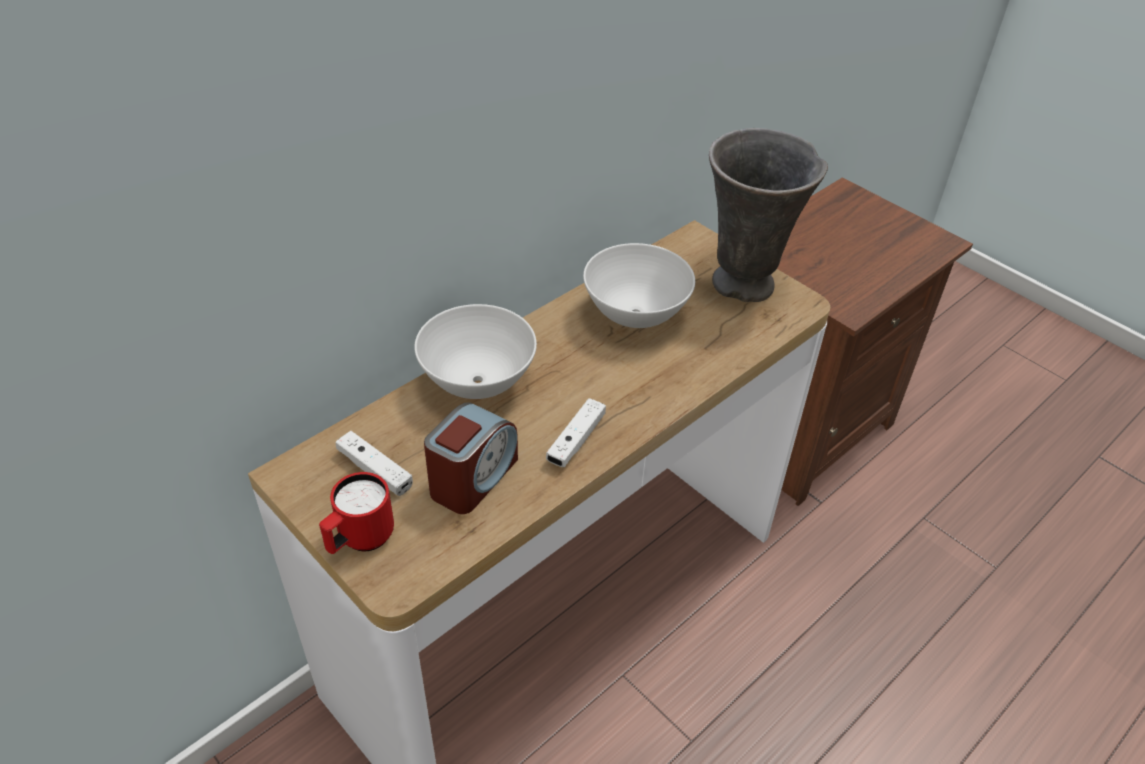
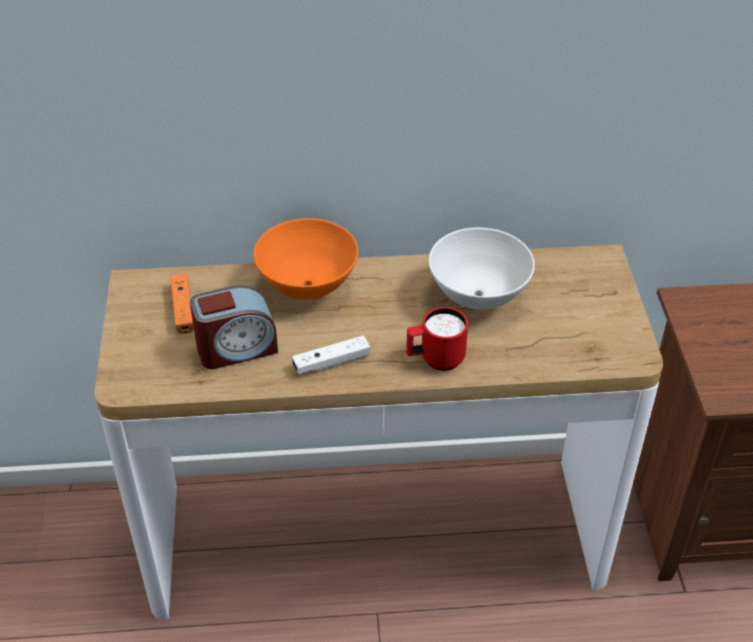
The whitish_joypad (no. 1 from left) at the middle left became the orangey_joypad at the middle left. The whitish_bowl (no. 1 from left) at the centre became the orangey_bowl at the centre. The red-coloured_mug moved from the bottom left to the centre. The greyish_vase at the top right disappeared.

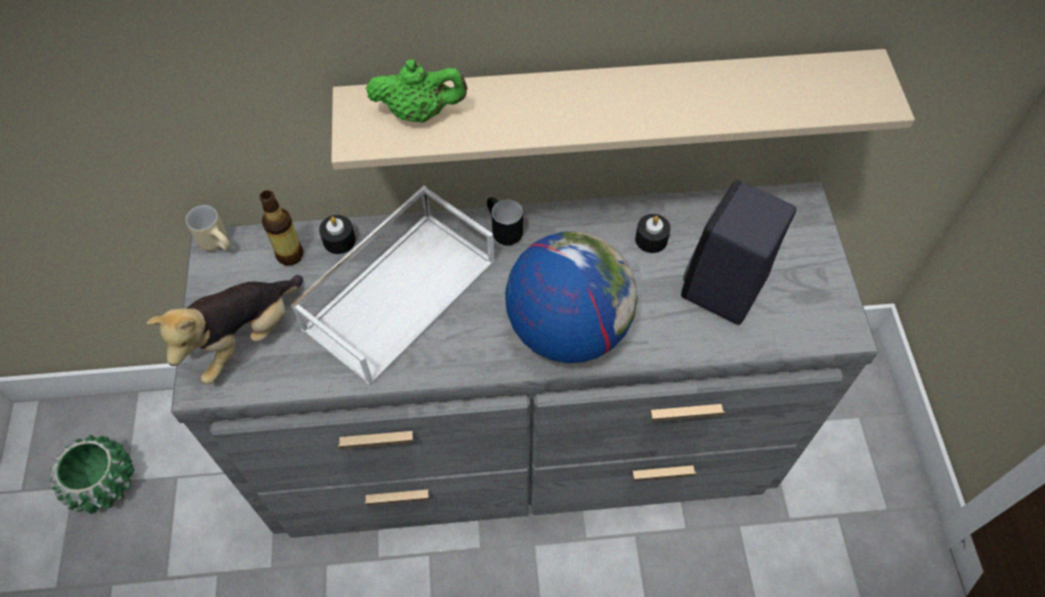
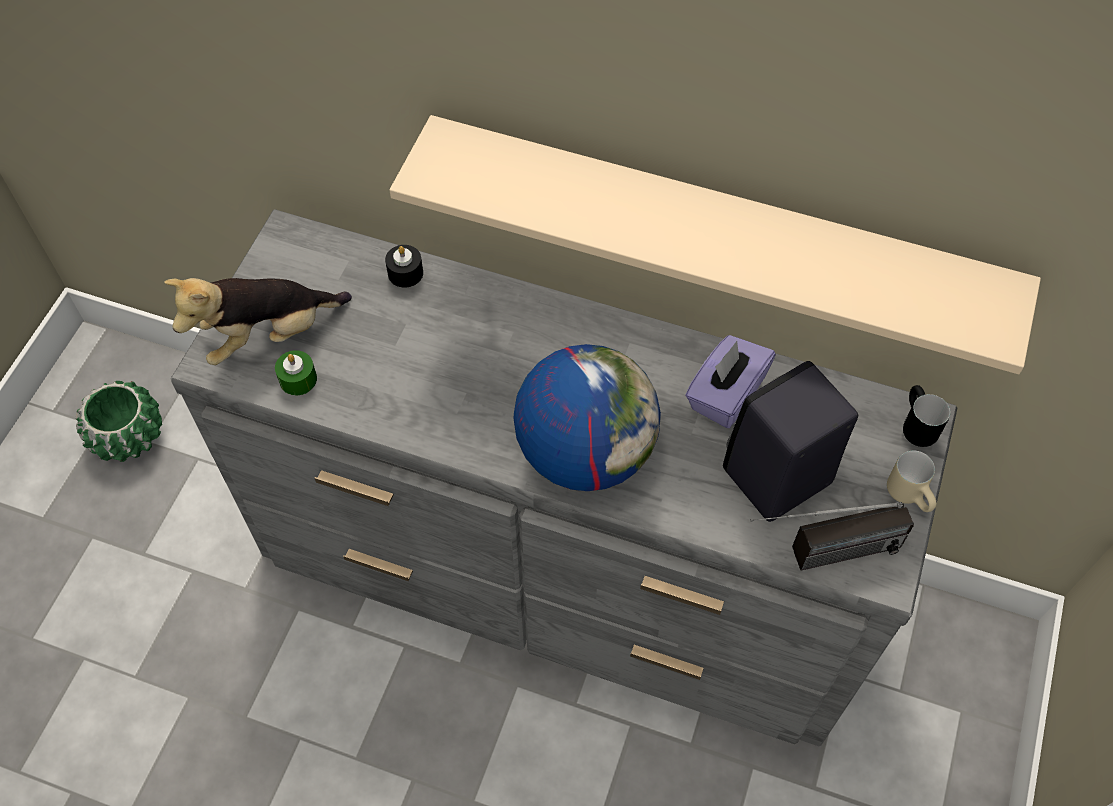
The green-coloured_candle at the middle left appeared. The blackish_candle (no. 2 from left) at the centre was replaced by the purple-coloured_box_of_tissues at the centre. The radio at the middle right appeared. The sand-coloured_mug moved from the middle left to the middle right. The blackish_mug moved from the centre to the middle right. The drink_bottle at the middle left disappeared. The whitish_carrying_tray at the centre disappeared. The green-coloured_pot_for_tea at the top centre disappeared.

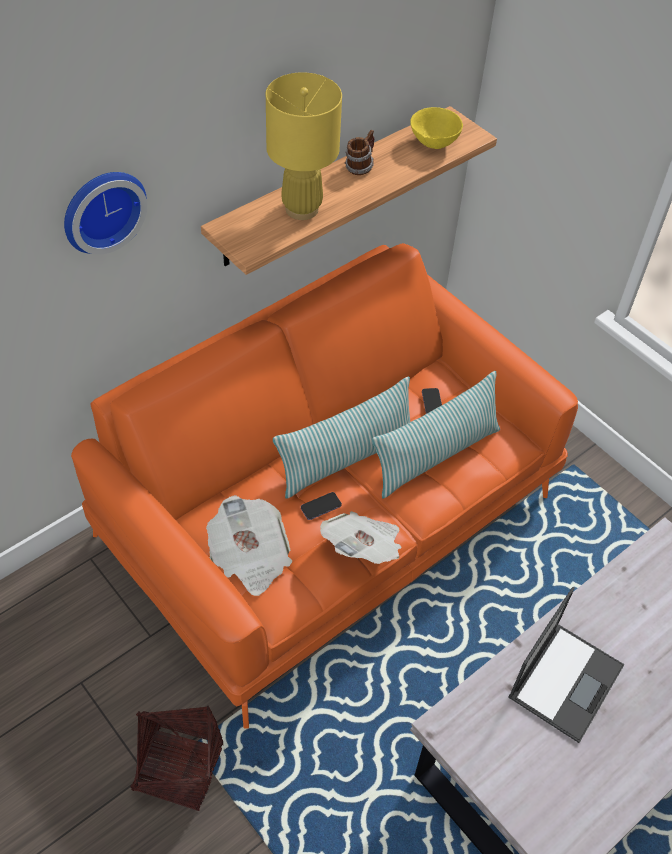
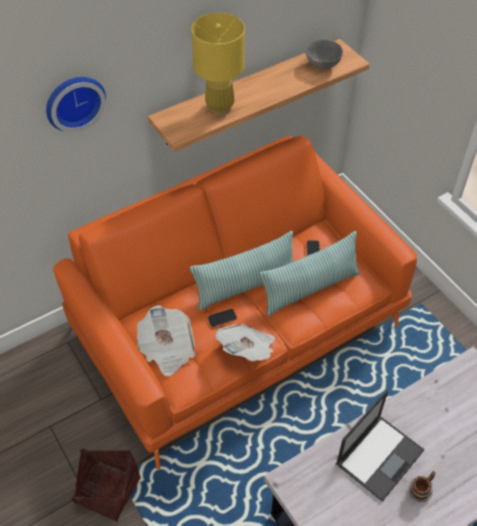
The yellow_bowl at the top centre became the greyish_bowl at the top right. The mug moved from the top centre to the bottom right.

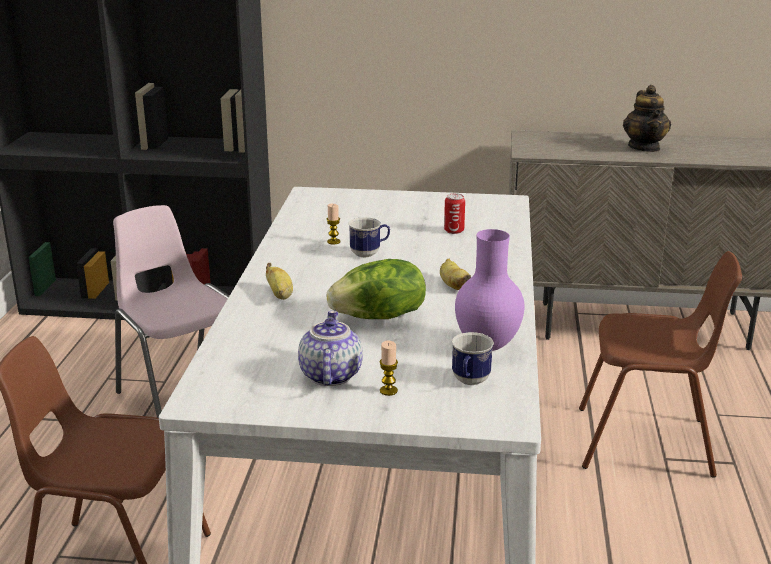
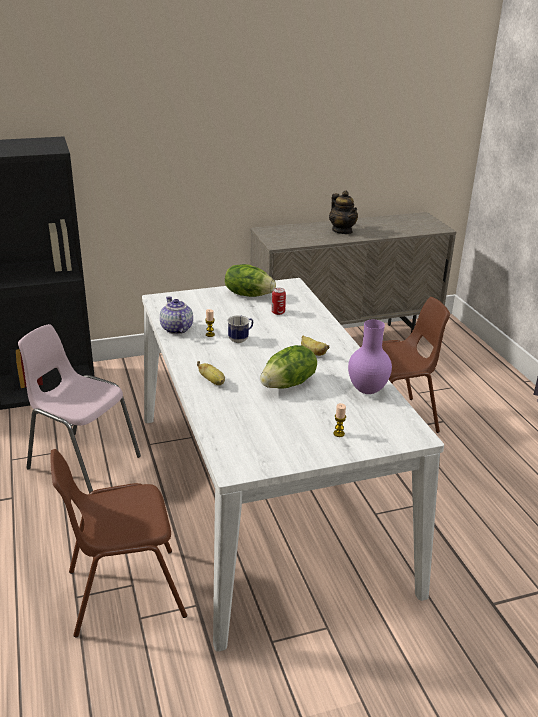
The pot_for_tea (no. 1 from left) moved from the centre to the middle left. The head_of_lettuce (no. 1 from left) at the centre appeared. The mug (no. 2 from left) at the centre disappeared.

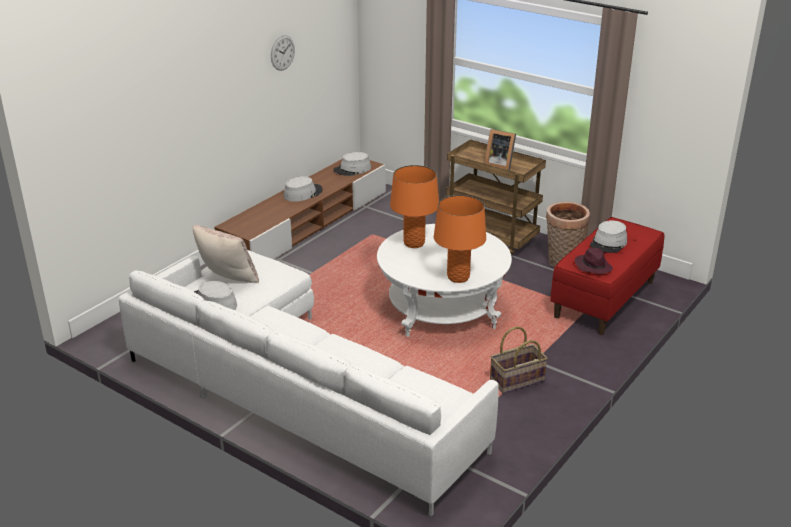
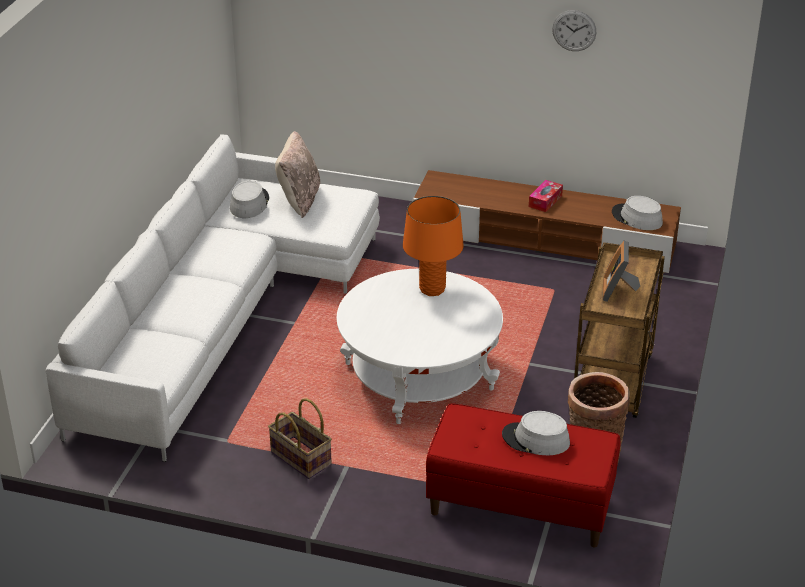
The greyish_wearable_hat (no. 2 from left) at the centre was replaced by the box_of_tissues at the middle right. The orangey_lamp_for_a_table (no. 2 from left) at the centre disappeared. The purple-coloured_wearable_hat at the middle right disappeared.

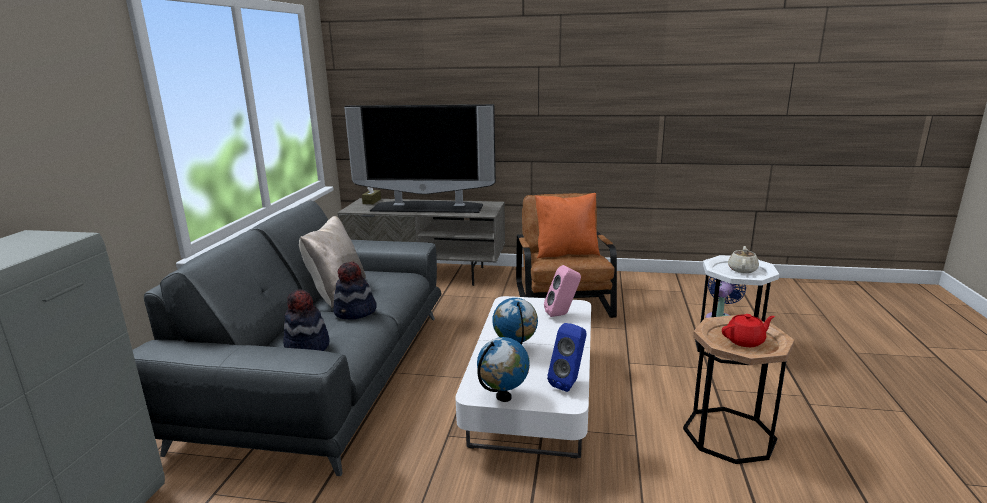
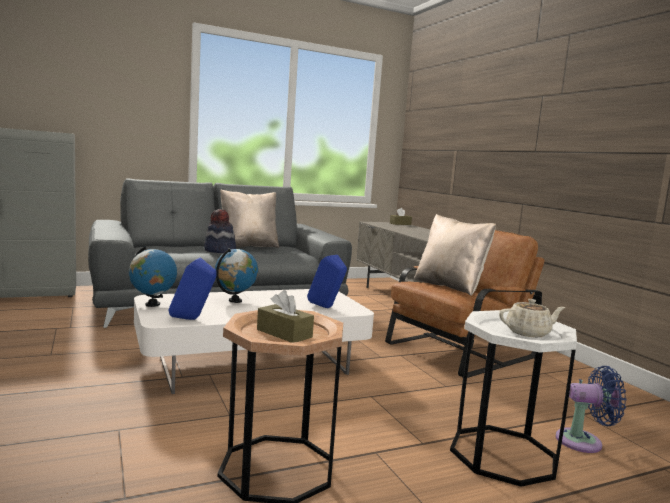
The red-coloured_pot_for_tea at the middle right was replaced by the brown_box_of_tissues (no. 1 from left) at the centre. The pinkish_speaker at the centre became the blue-coloured_speaker (no. 2 from left) at the centre. The orangey_throw_pillow at the centre became the sand-coloured_throw_pillow (no. 2 from left) at the middle right. The wearable_hat (no. 1 from left) at the middle left disappeared. The TV at the top centre disappeared.

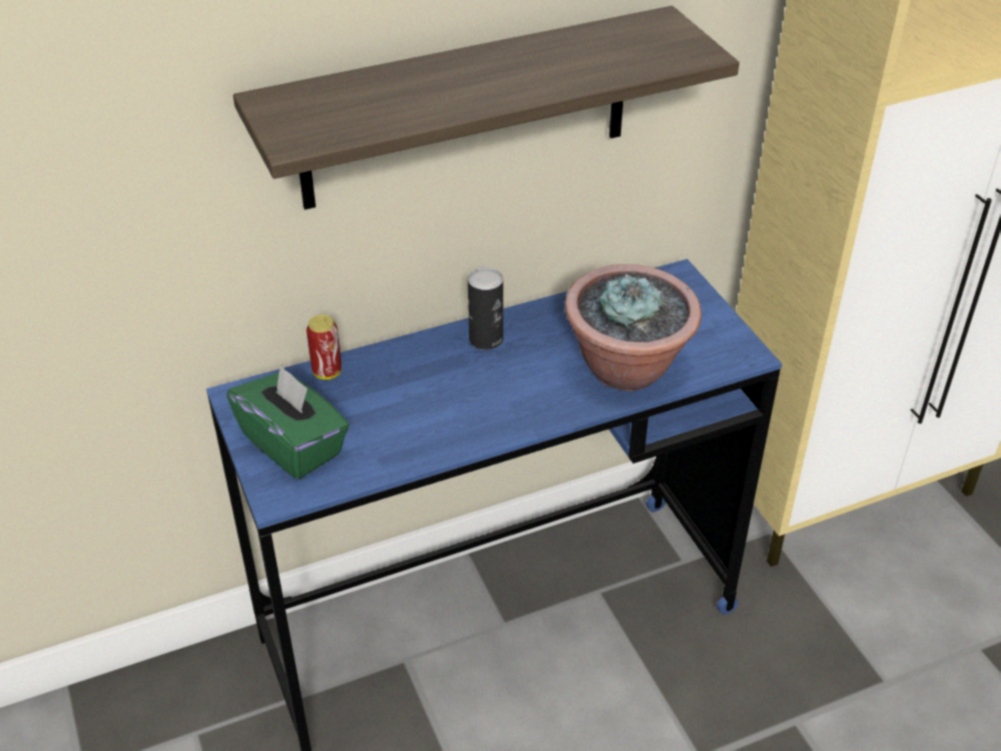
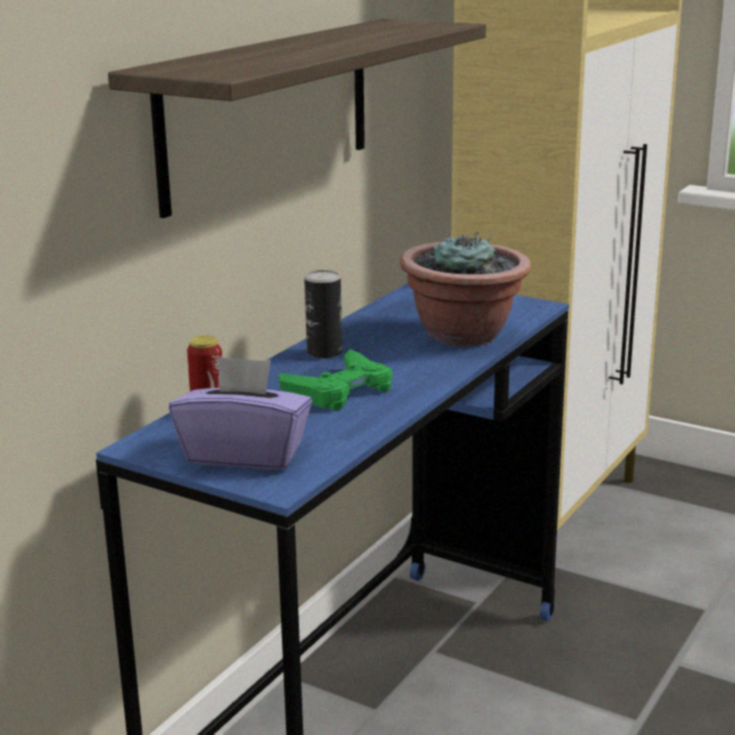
The green-coloured_box_of_tissues at the middle left became the purple-coloured_box_of_tissues at the middle left. The green-coloured_joypad at the centre appeared.

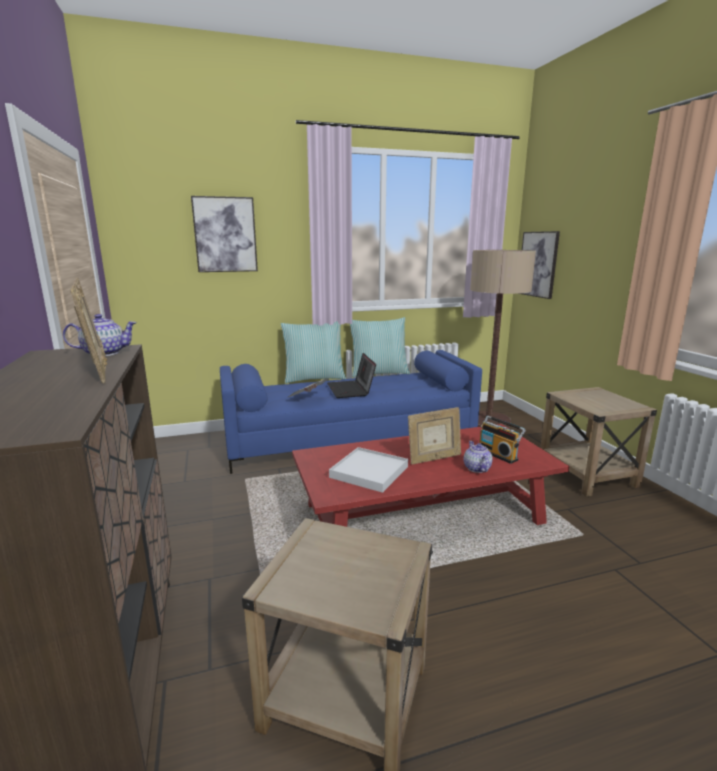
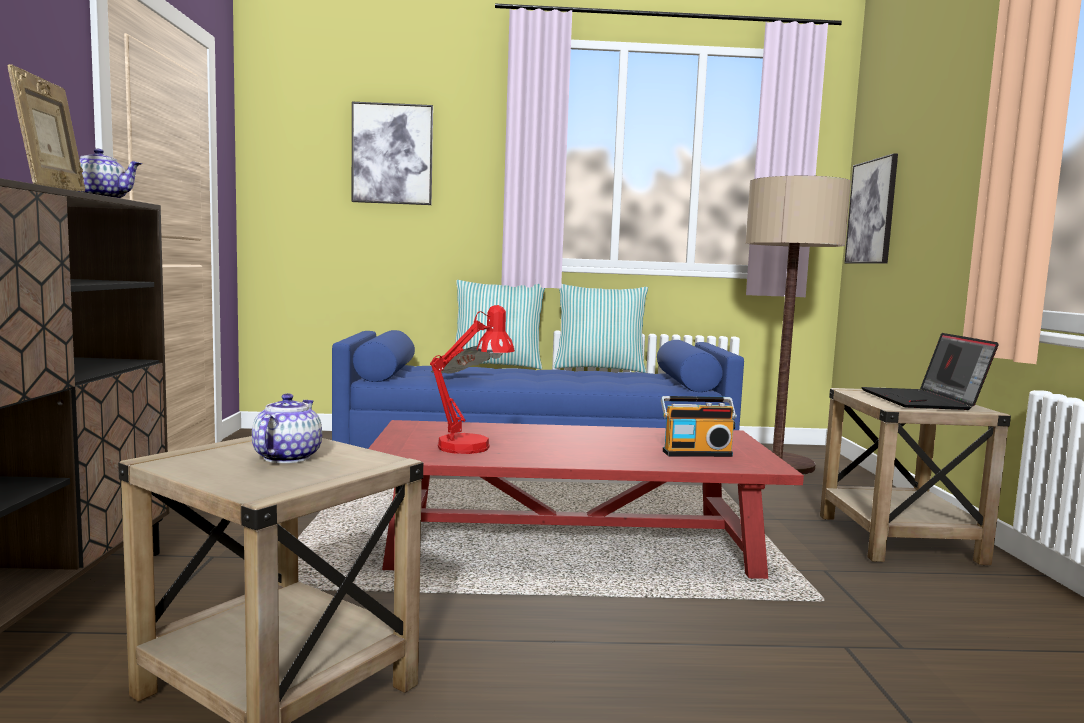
The pot_for_tea (no. 2 from left) moved from the middle right to the middle left. The whitish_carrying_tray at the centre was replaced by the red-coloured_lamp_for_a_table at the centre. The radio at the middle right turned 75 degrees counterclockwise. The notebook_computer moved from the centre to the middle right. The standing_frame (no. 2 from left) at the centre disappeared.

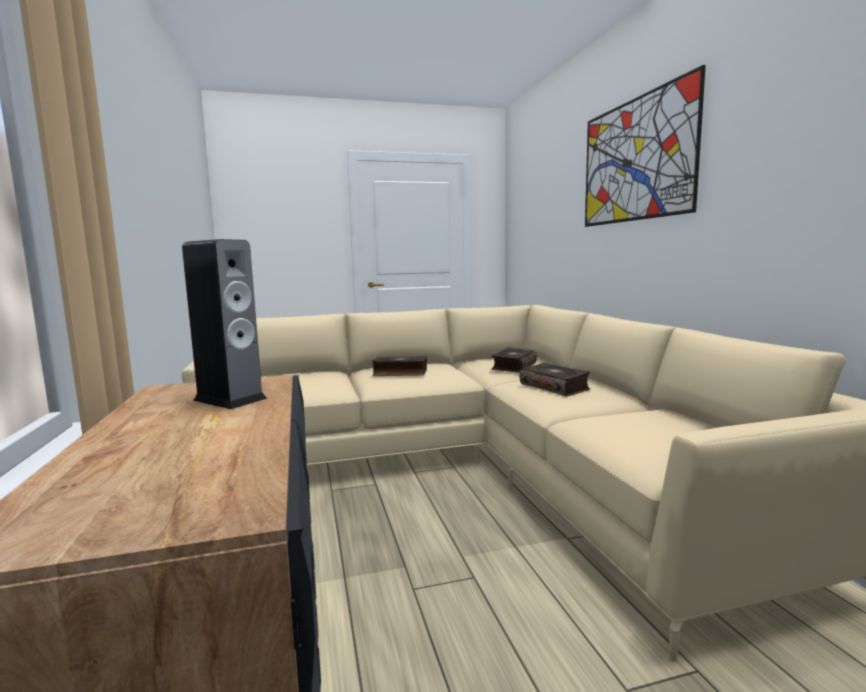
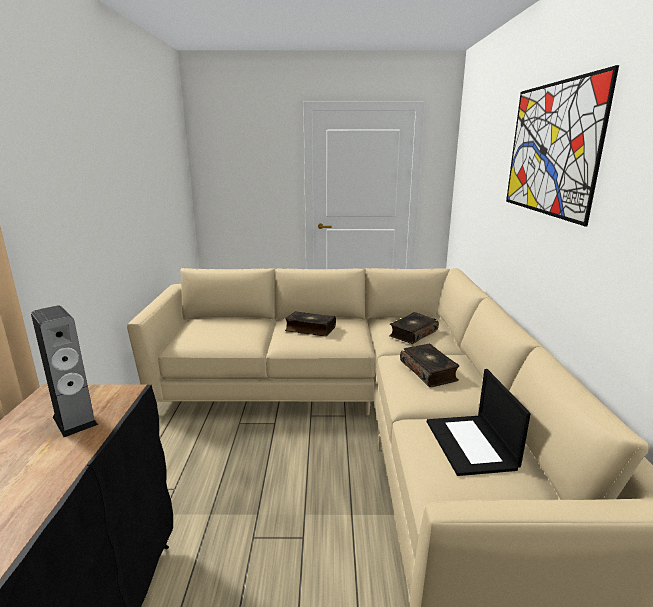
The notebook_computer at the bottom right appeared.

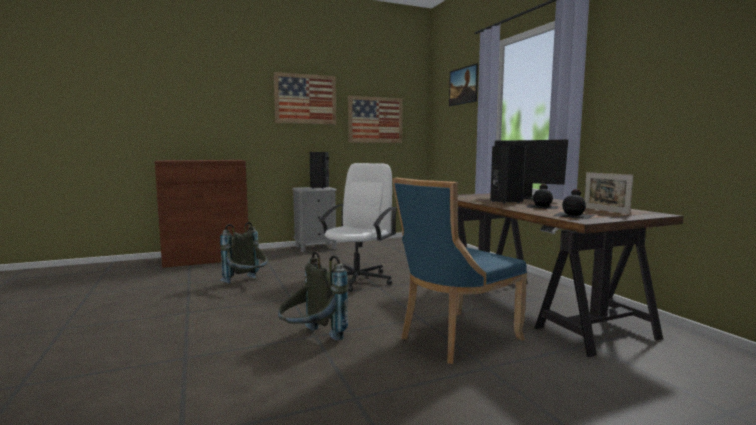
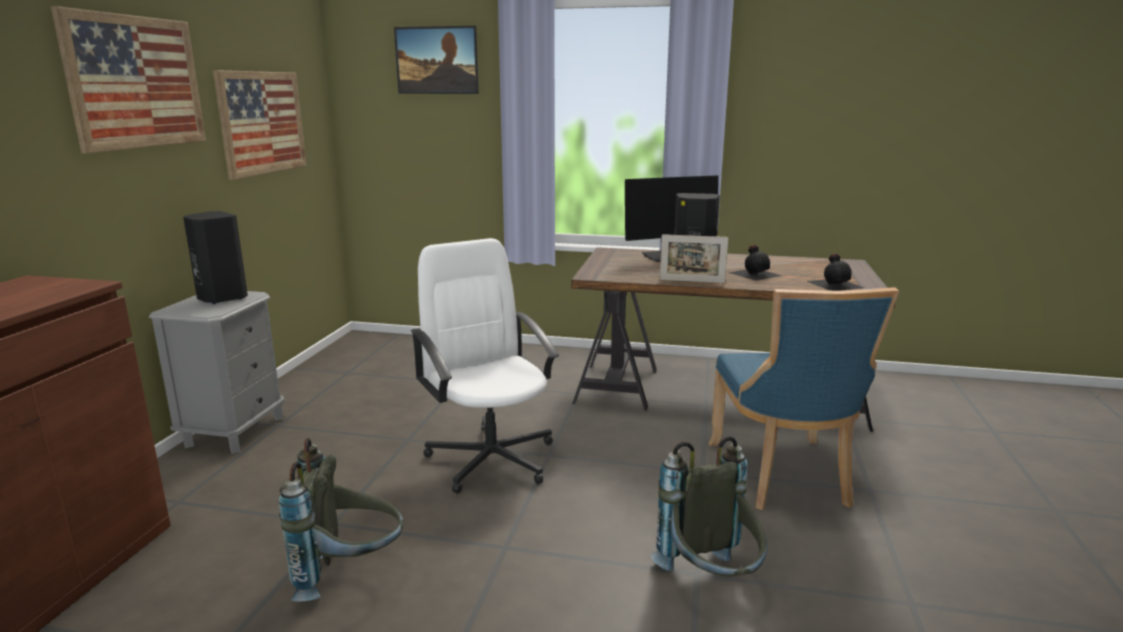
The standing_frame moved from the middle right to the centre.

